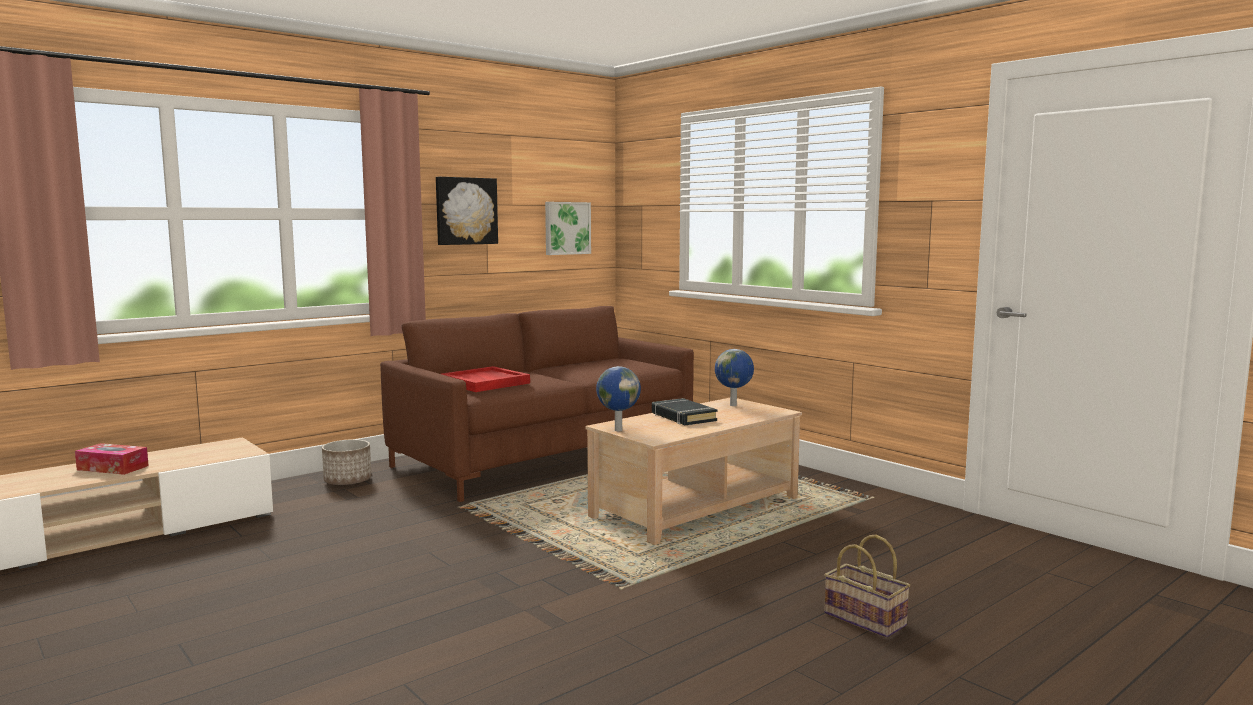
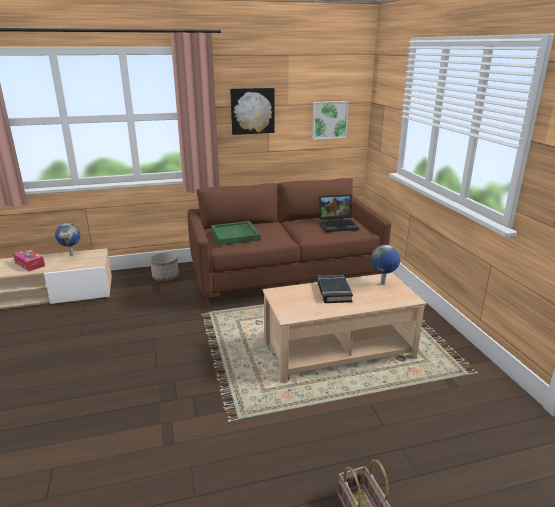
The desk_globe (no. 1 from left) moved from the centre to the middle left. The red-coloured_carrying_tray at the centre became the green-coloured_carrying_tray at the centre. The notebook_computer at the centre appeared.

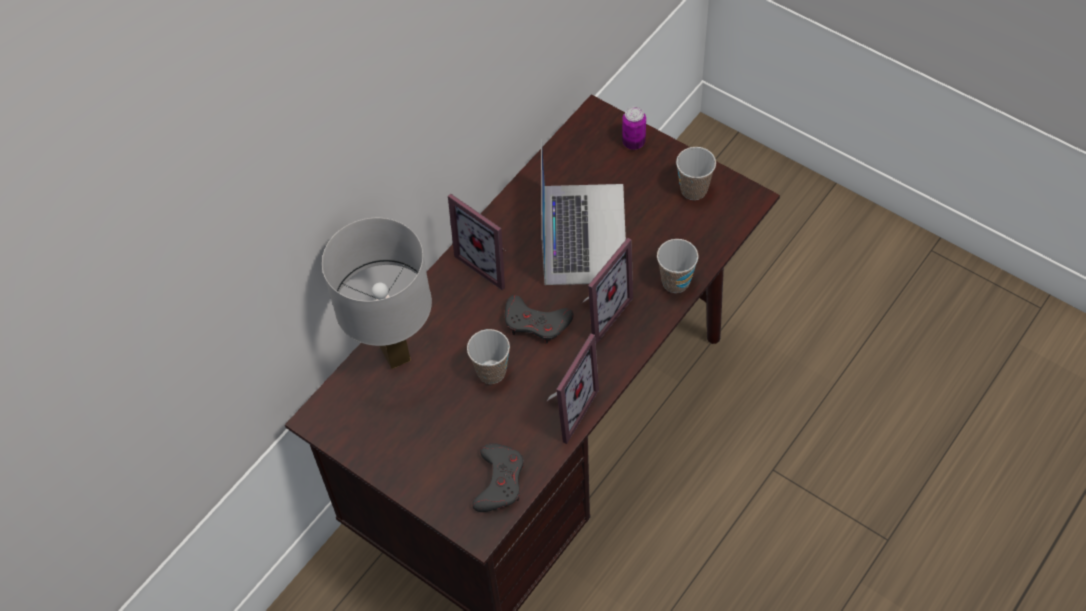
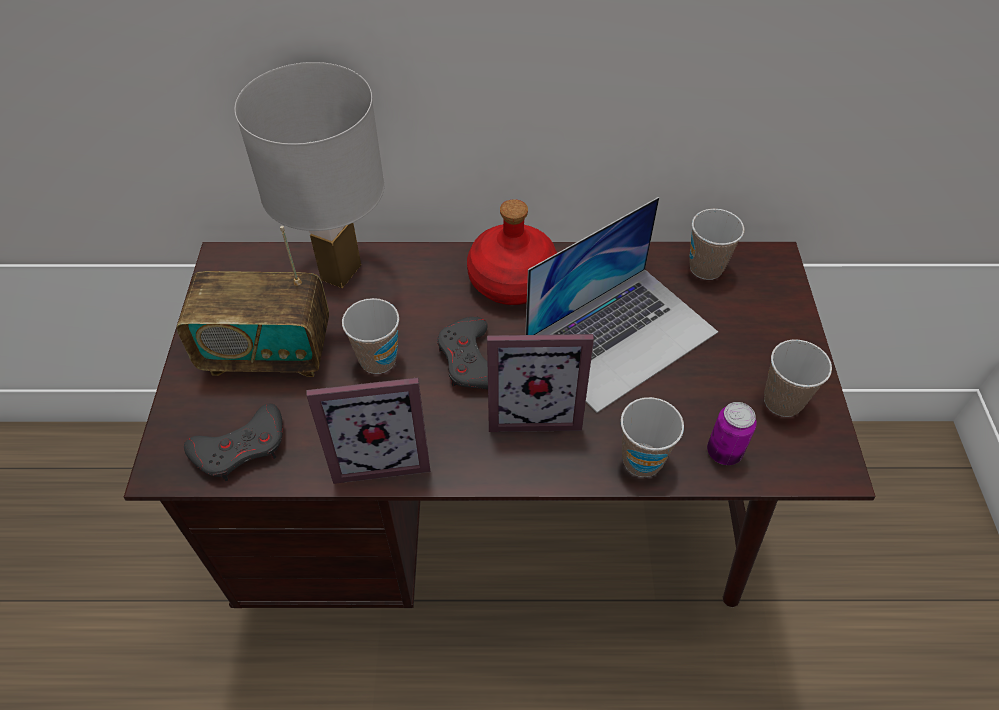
The radio at the middle left appeared. The standing_frame (no. 1 from left) at the centre was replaced by the red-coloured_drink_bottle at the centre. The cup (no. 3 from left) at the middle right appeared. The can moved from the top centre to the middle right.

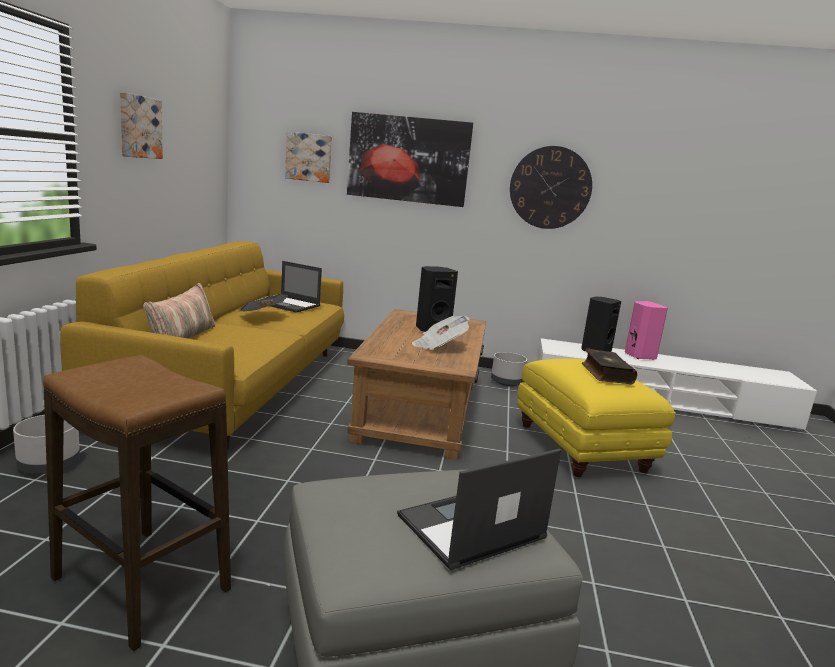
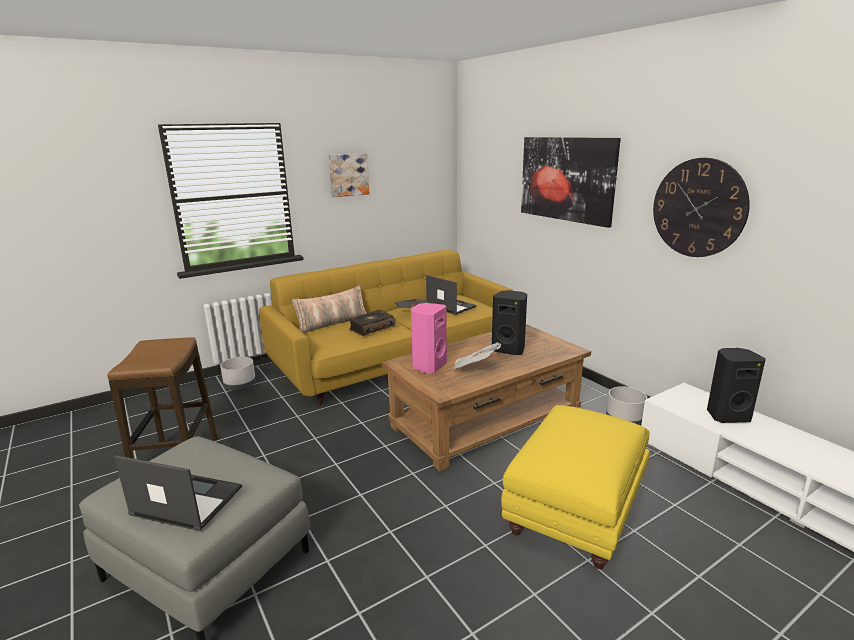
The bound_book moved from the middle right to the centre. The pinkish_speaker moved from the middle right to the centre. The notebook_computer (no. 1 from left in the first image) at the centre turned 150 degrees clockwise. The picture (no. 2 from left) at the top centre disappeared.

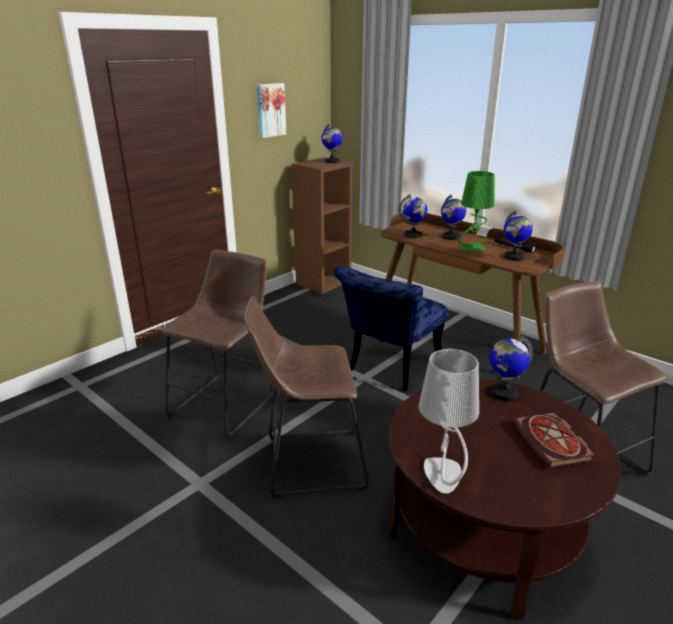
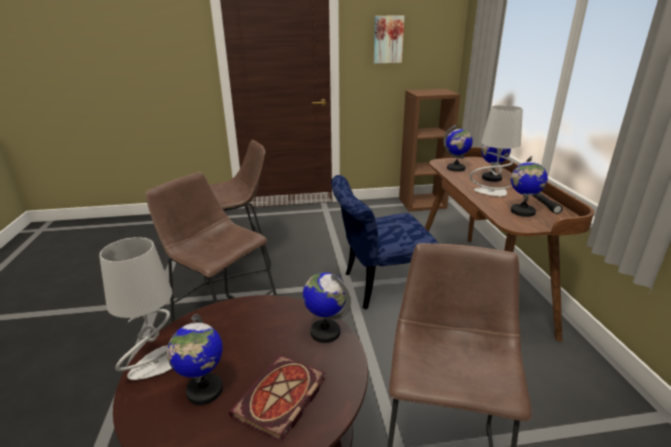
The desk_globe (no. 1 from left) moved from the top centre to the bottom left. The green-coloured_lamp_for_a_table at the middle right became the greyish_lamp_for_a_table (no. 2 from left) at the middle right.

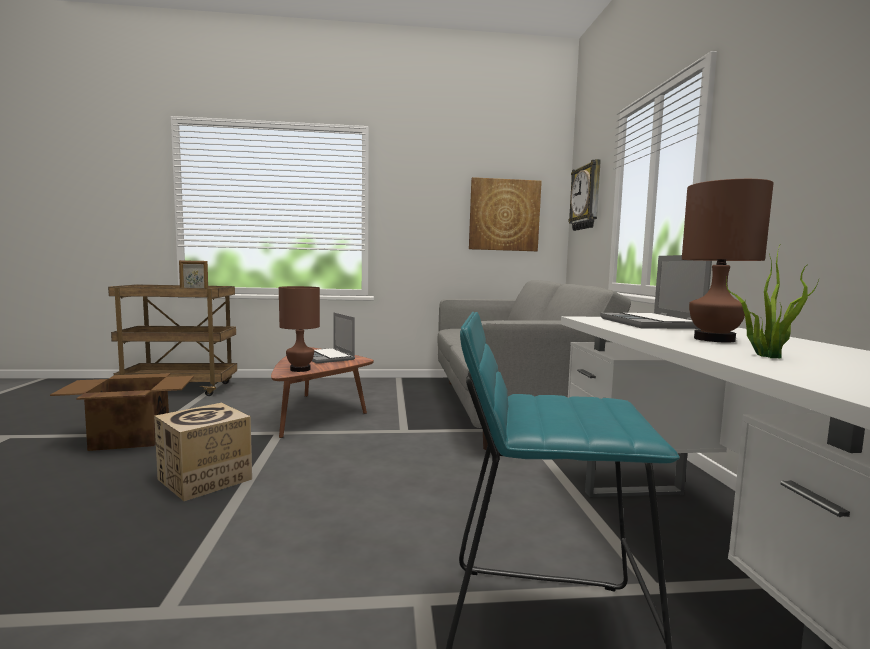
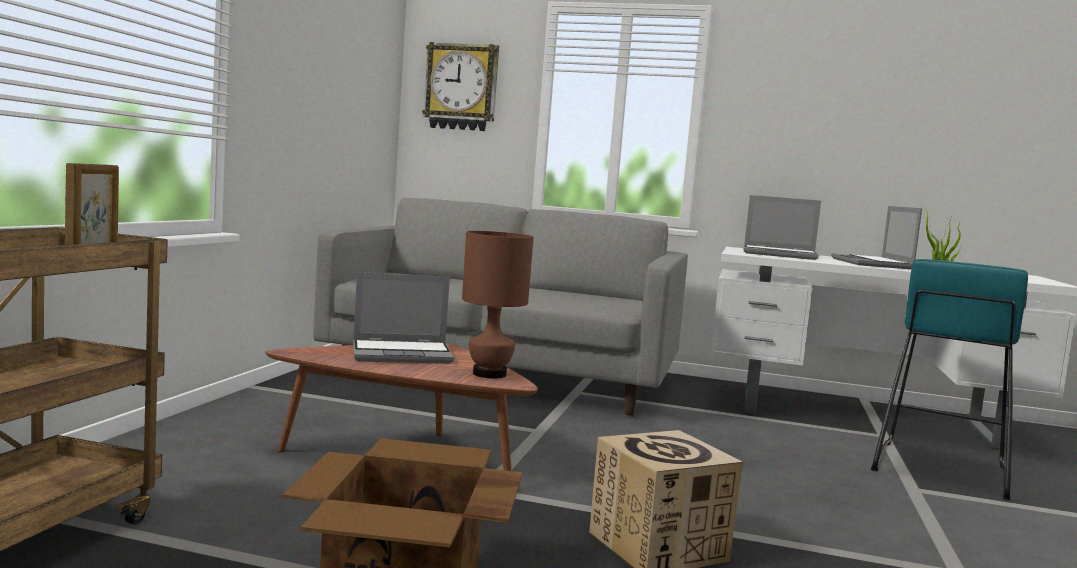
The brown_lamp_for_a_table (no. 2 from left) at the middle right was replaced by the notebook_computer (no. 3 from left) at the middle right. The picture at the top centre disappeared.

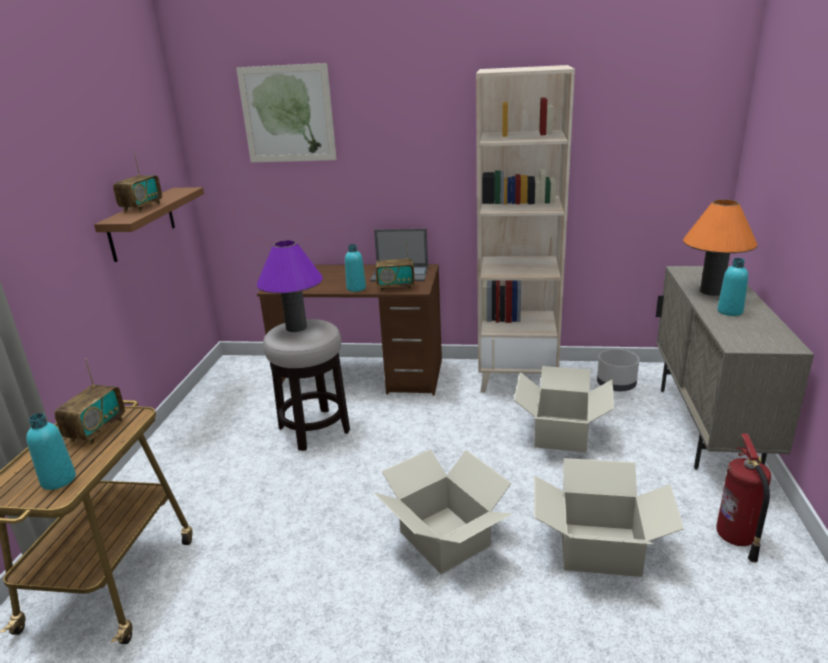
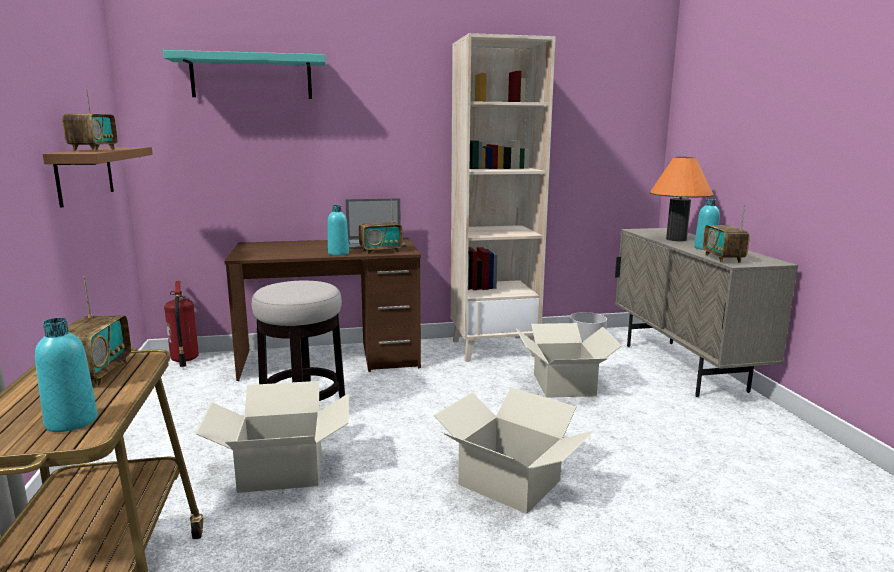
The picture at the top centre was replaced by the turquoise_bracket_shelf at the top left. The fire-fighting_cylinder moved from the bottom right to the middle left. The packing_box (no. 3 from left in the first image) moved from the bottom right to the bottom left. The radio (no. 4 from left) at the middle right appeared. The purple-coloured_lamp_for_a_table at the centre disappeared.

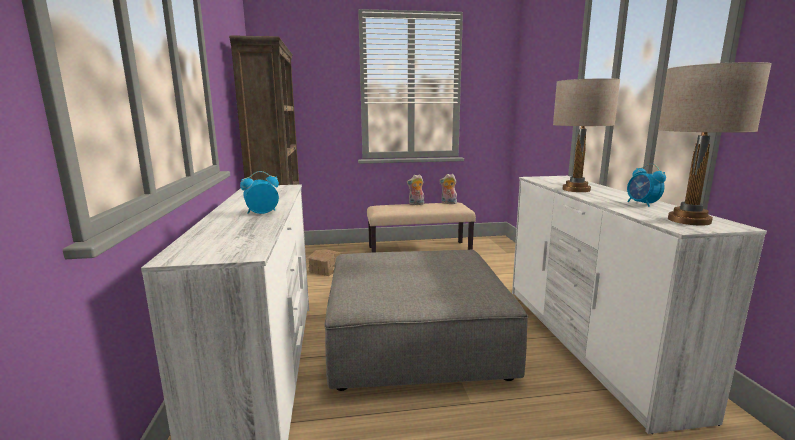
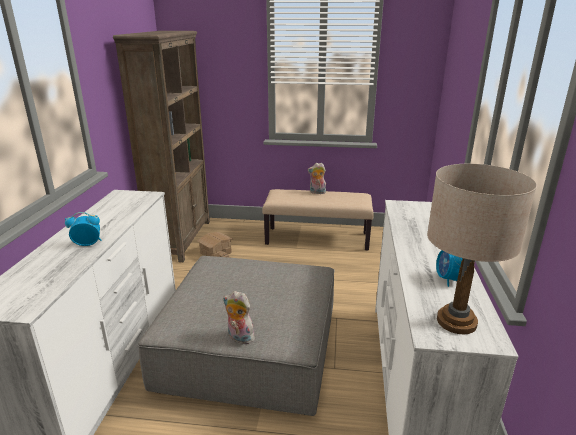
The plush_toy (no. 2 from left in the first image) moved from the centre to the bottom centre. The sand-coloured_lamp_for_a_table (no. 1 from left) at the top right disappeared.

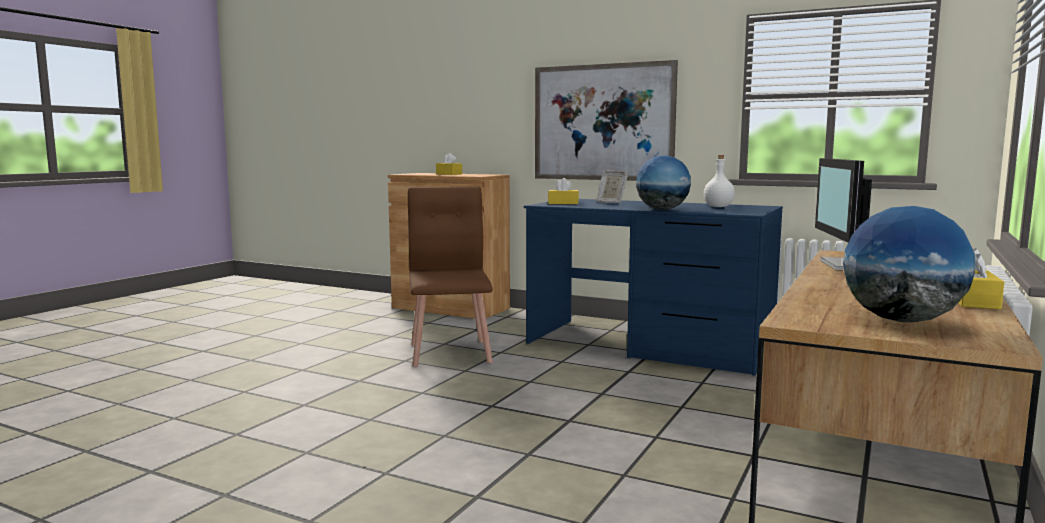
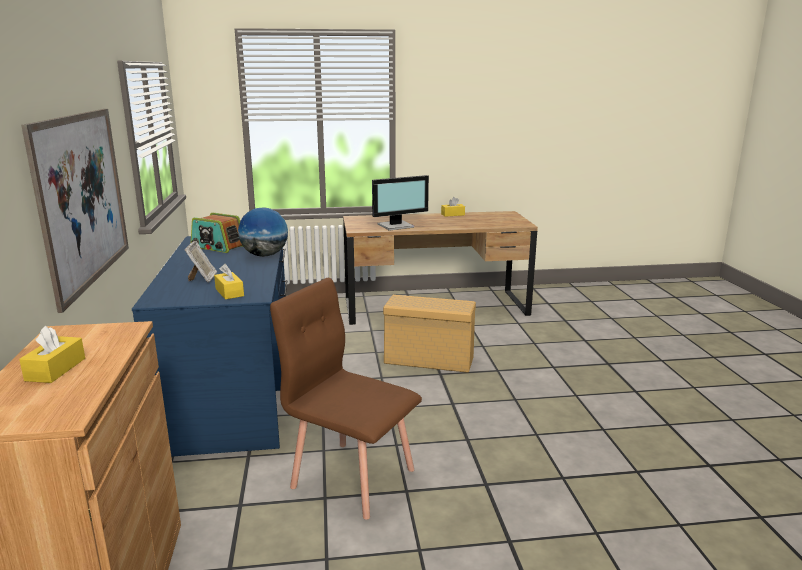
The whitish_drink_bottle at the middle right was replaced by the radio at the middle left. The brown_upright_chair at the centre turned 75 degrees clockwise. The sand-coloured_storage_container at the centre appeared. The desk_globe (no. 2 from left) at the middle right disappeared.

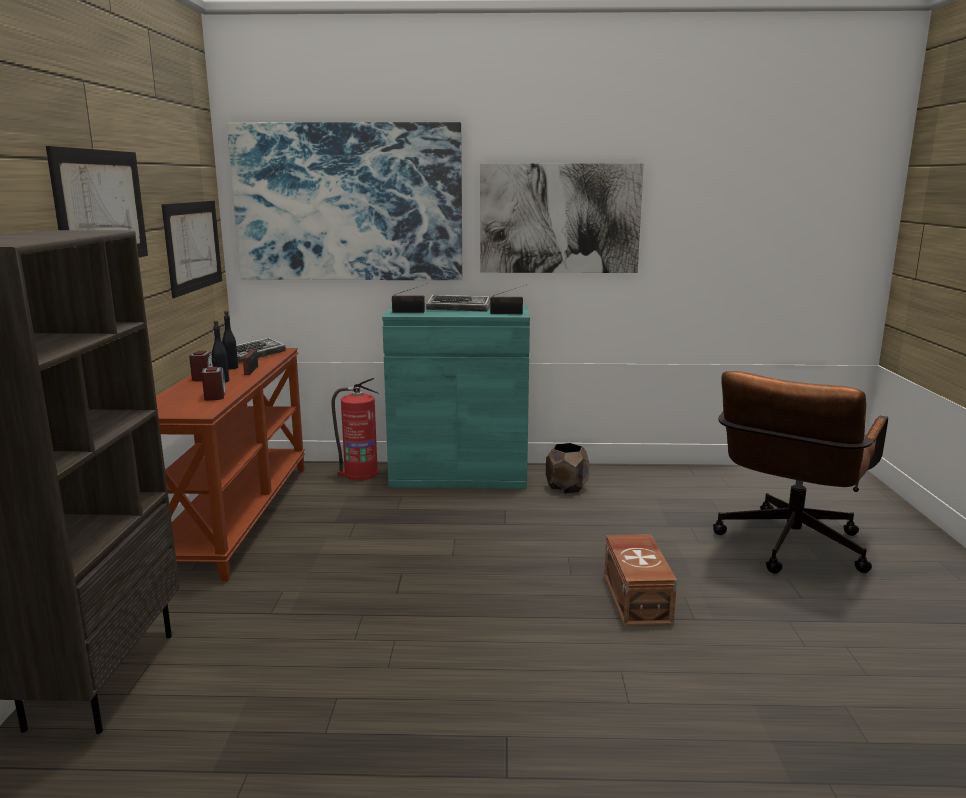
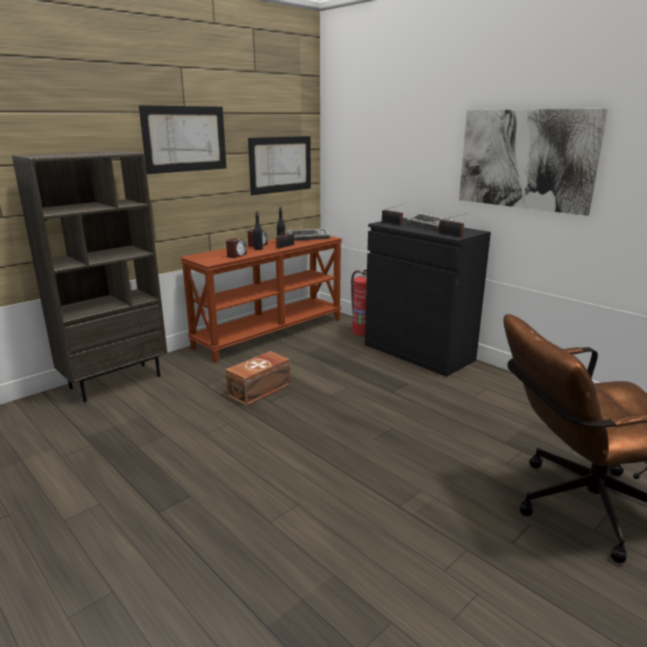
The brown_storage_container moved from the bottom centre to the centre. The turquoise_cabinet at the centre became the blackish_cabinet at the centre. The picture (no. 3 from left) at the top centre disappeared. The brown_flower_pot at the centre disappeared.

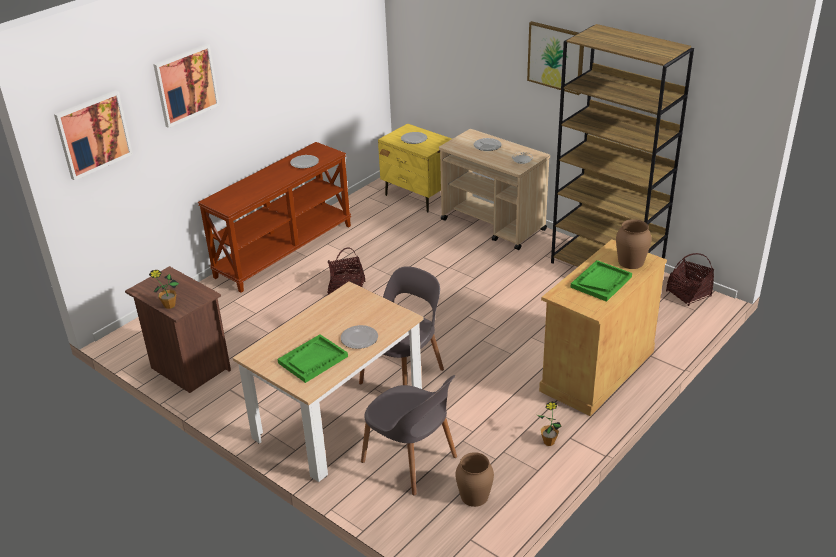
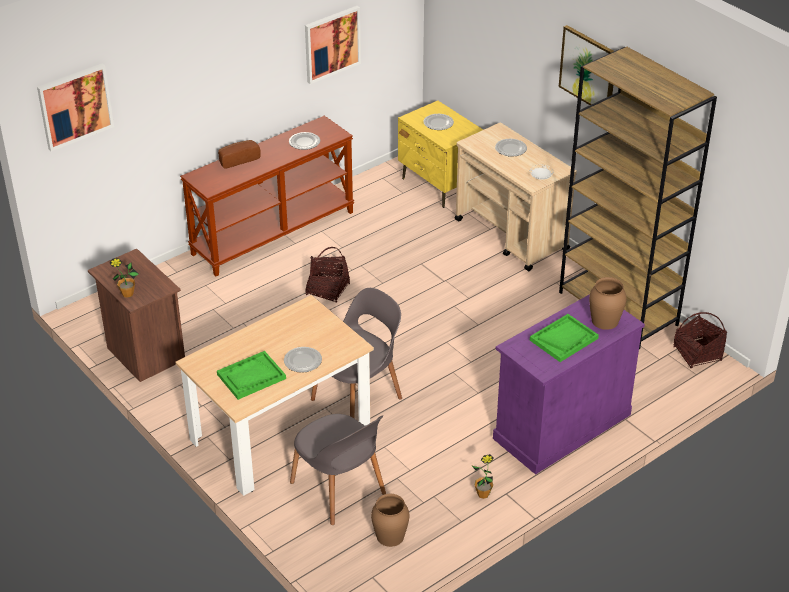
The bakery_bread at the top left appeared. The picture (no. 2 from left) moved from the top left to the top centre. The sand-coloured_cabinet at the middle right became the purple-coloured_cabinet at the middle right.

